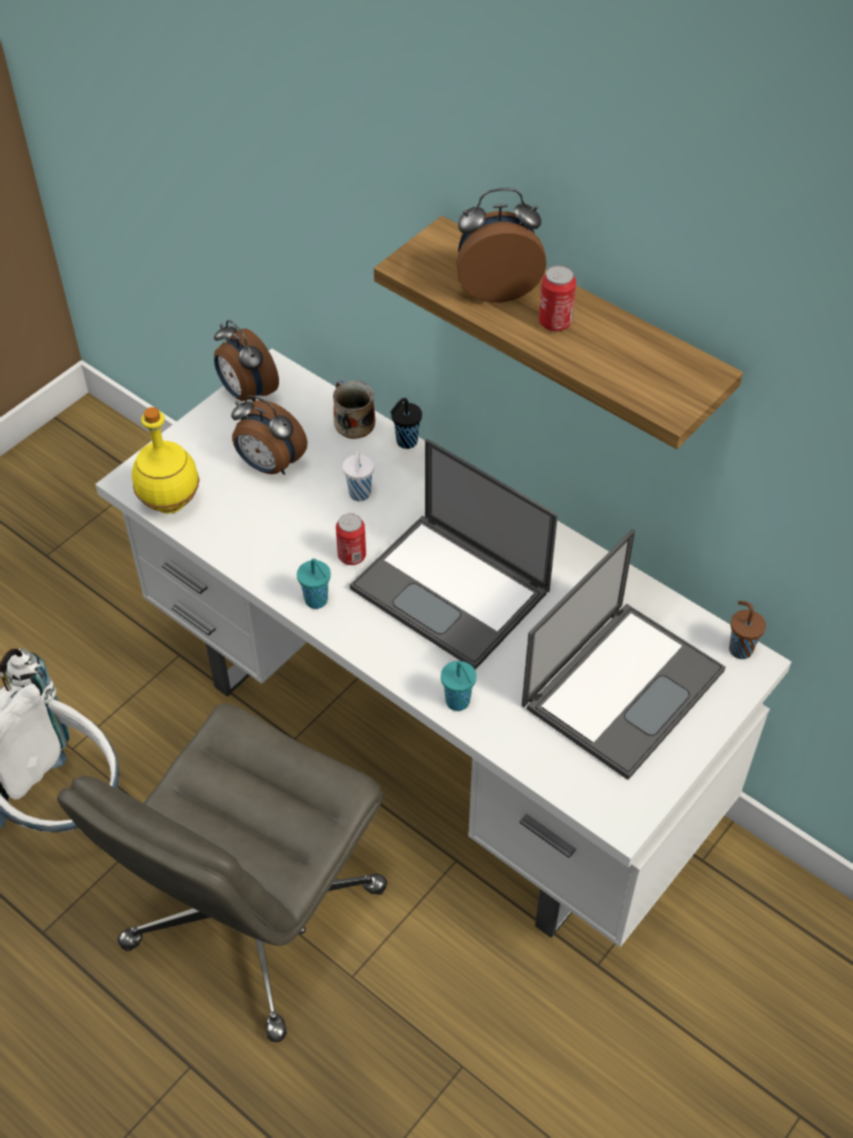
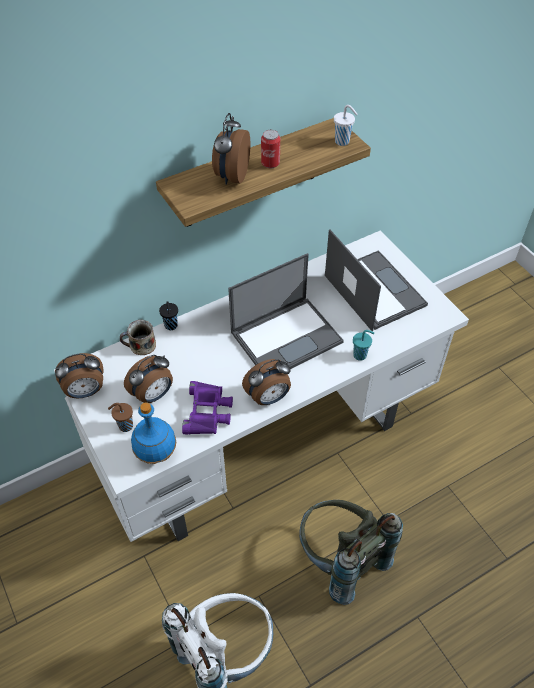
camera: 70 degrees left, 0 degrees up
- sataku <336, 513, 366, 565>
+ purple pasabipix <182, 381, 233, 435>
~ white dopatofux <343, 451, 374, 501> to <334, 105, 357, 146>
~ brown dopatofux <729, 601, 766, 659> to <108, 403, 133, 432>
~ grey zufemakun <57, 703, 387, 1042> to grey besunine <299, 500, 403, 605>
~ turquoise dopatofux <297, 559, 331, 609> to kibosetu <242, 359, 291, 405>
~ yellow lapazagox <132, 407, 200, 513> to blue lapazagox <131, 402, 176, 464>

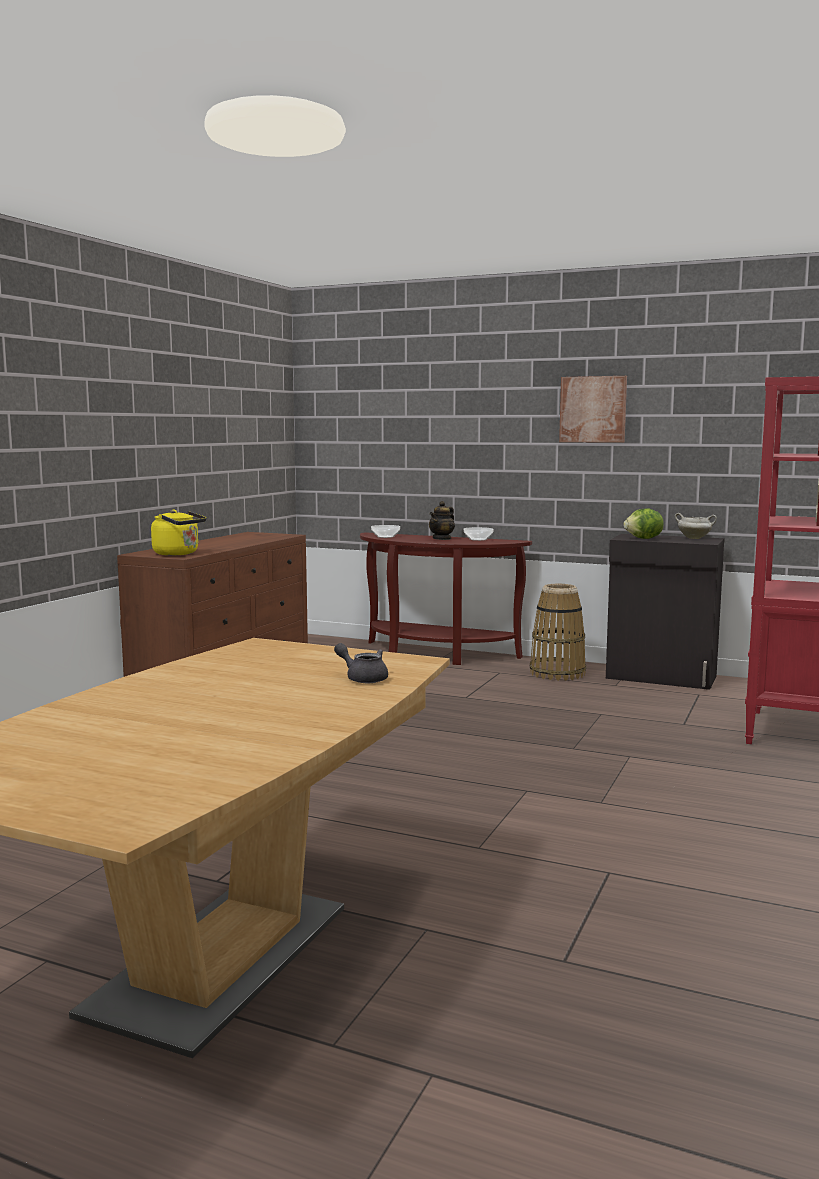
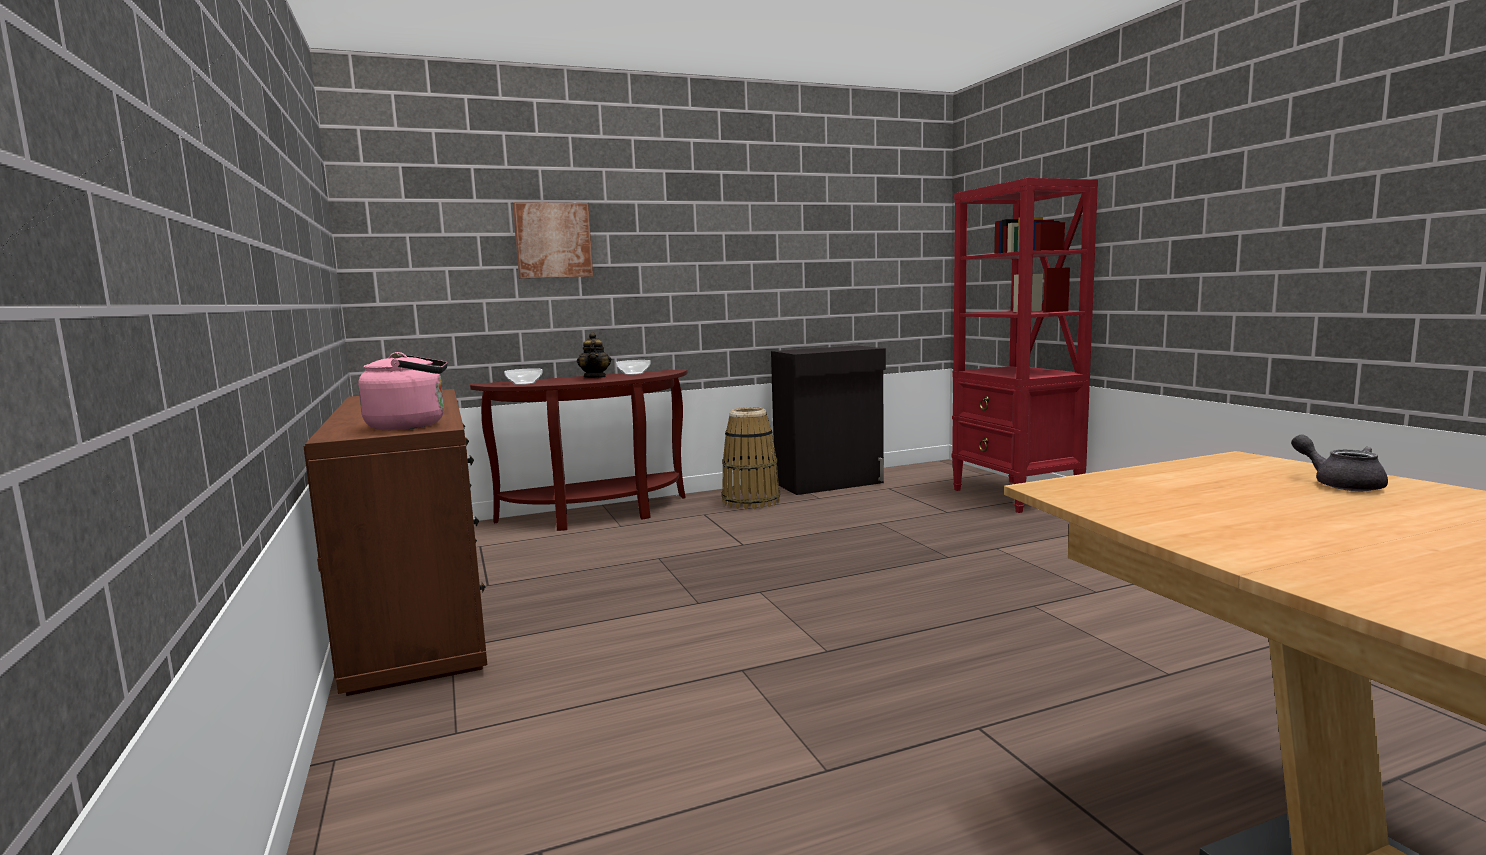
camera: 45 degrees left, 0 degrees up
- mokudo <623, 508, 664, 539>
- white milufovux <675, 513, 717, 539>
~ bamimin <559, 376, 627, 443> to <513, 202, 593, 279>
~ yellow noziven <151, 510, 206, 556> to pink noziven <358, 352, 448, 430>
~ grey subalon <334, 643, 388, 683> = <1291, 435, 1388, 491> 75 degrees clockwise

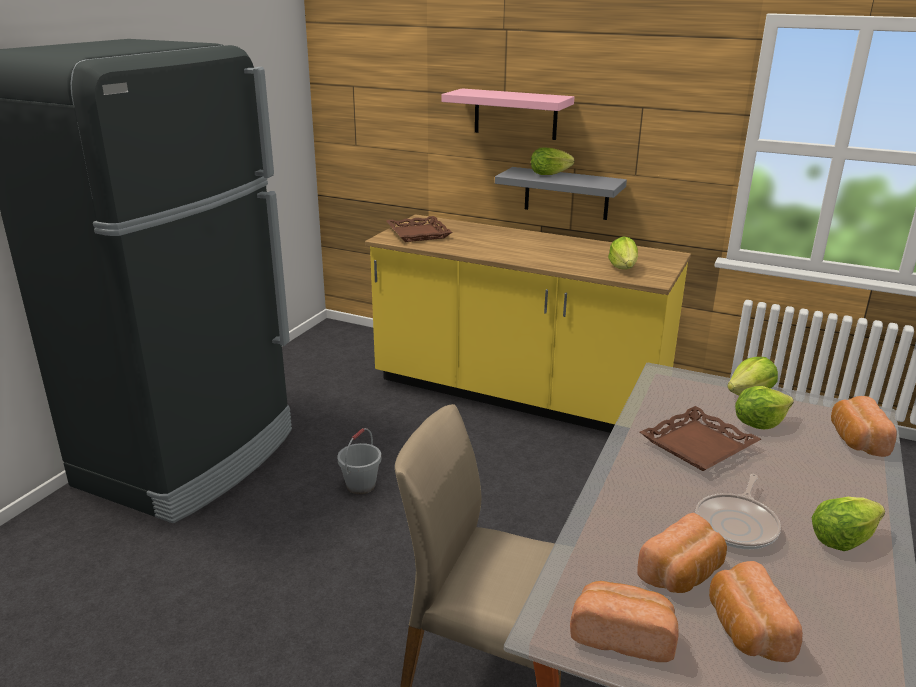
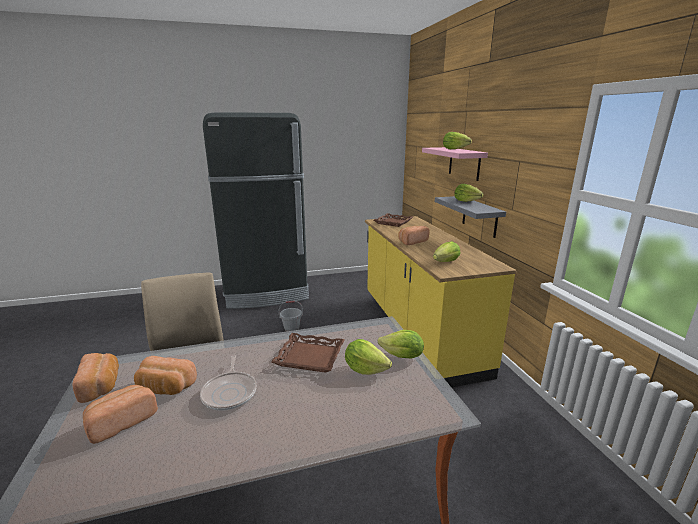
camera: 50 degrees right, 5 degrees down
~ mokudo <812, 497, 885, 551> to <443, 132, 472, 149>
~ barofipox <831, 396, 897, 457> to <398, 226, 429, 245>
~ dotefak <695, 474, 781, 549> = <200, 356, 256, 411> 90 degrees counterclockwise

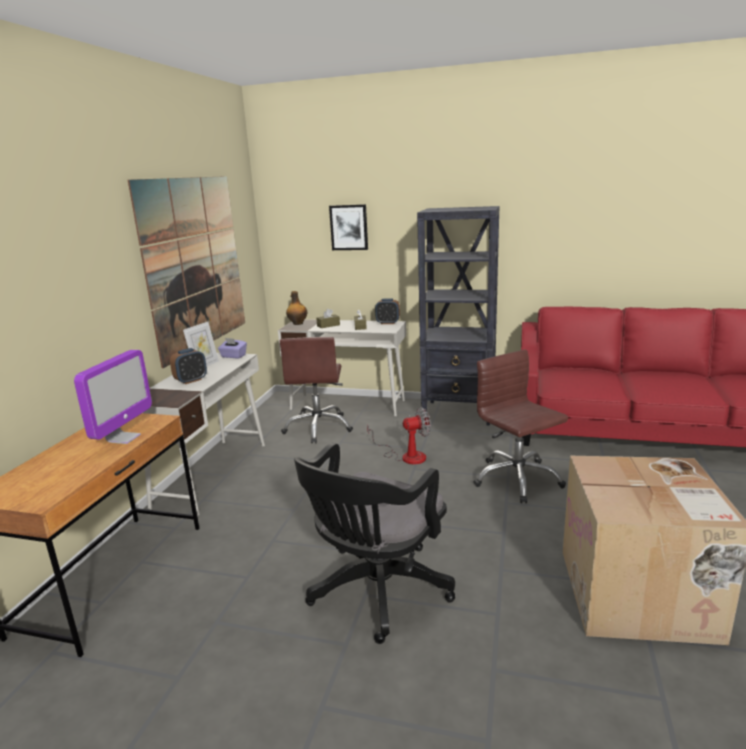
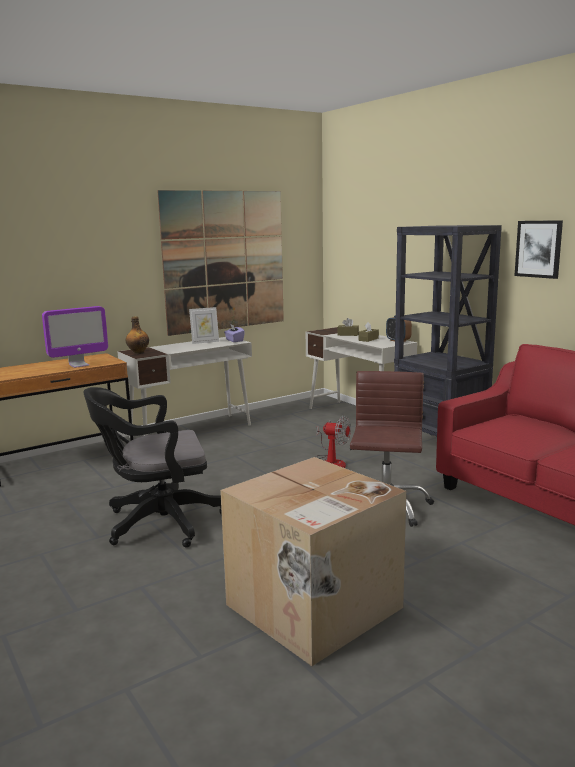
camera: 40 degrees right, 5 degrees down
- kibosetu <170, 348, 207, 384>
- brown zufemakun <280, 337, 353, 443>
~ lapazagox <286, 291, 308, 325> to <126, 316, 149, 354>
~ bamimin <329, 204, 368, 250> to <514, 220, 563, 279>

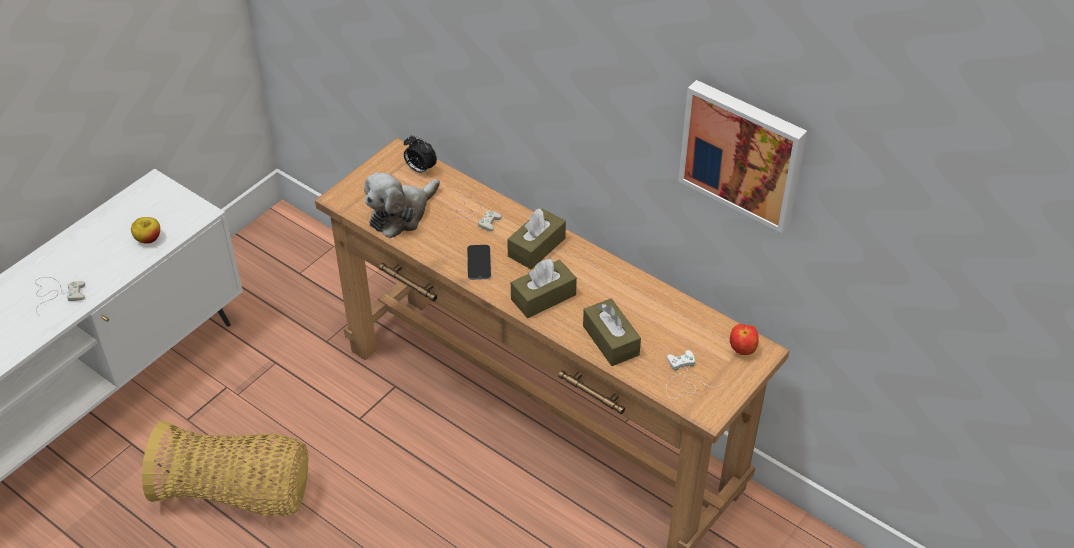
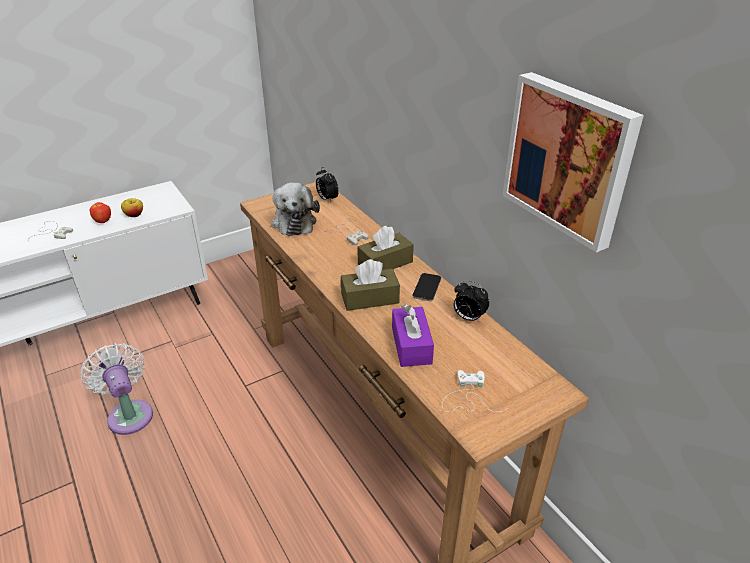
camera: 20 degrees right, 10 degrees down
+ kibosetu <454, 280, 489, 322>
~ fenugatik <467, 245, 491, 280> to <412, 273, 441, 301>
~ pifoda <730, 324, 759, 355> to <90, 202, 111, 223>
~ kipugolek <142, 420, 308, 516> to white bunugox <81, 343, 153, 435>
~ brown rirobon <583, 298, 641, 366> to purple rirobon <392, 304, 434, 367>
~ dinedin <364, 172, 440, 238> = <271, 182, 320, 236> 75 degrees counterclockwise

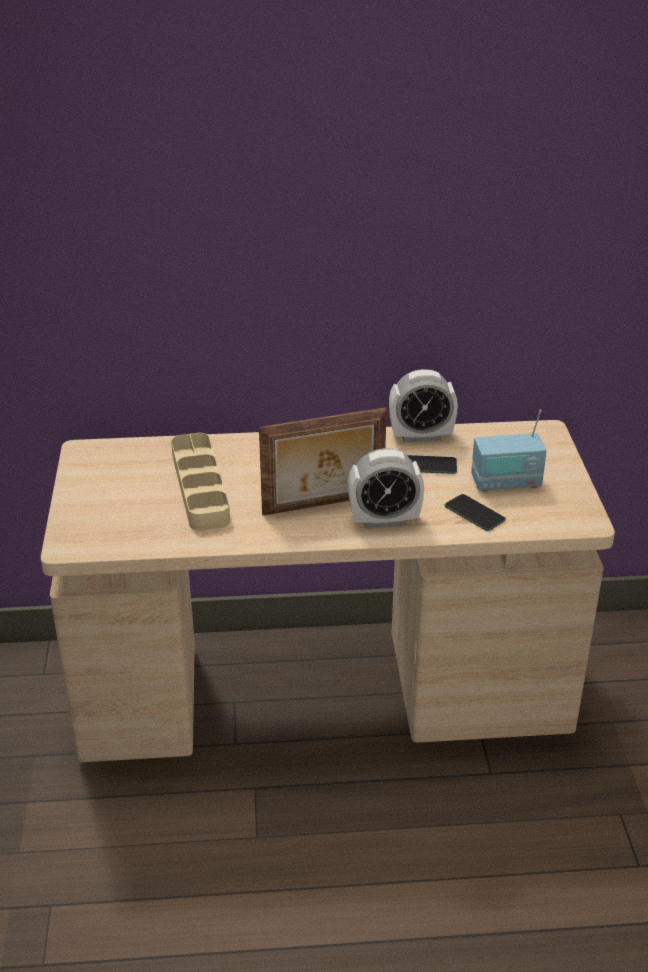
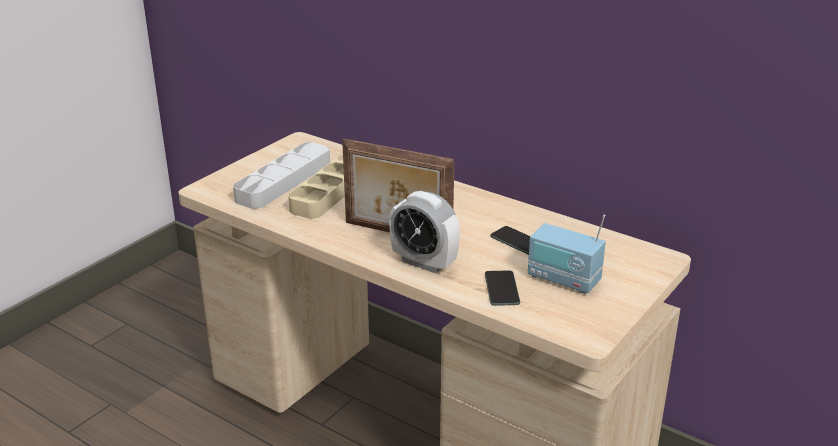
camera: 40 degrees right, 5 degrees down
- kibosetu <389, 369, 458, 442>
+ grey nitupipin <233, 142, 330, 209>

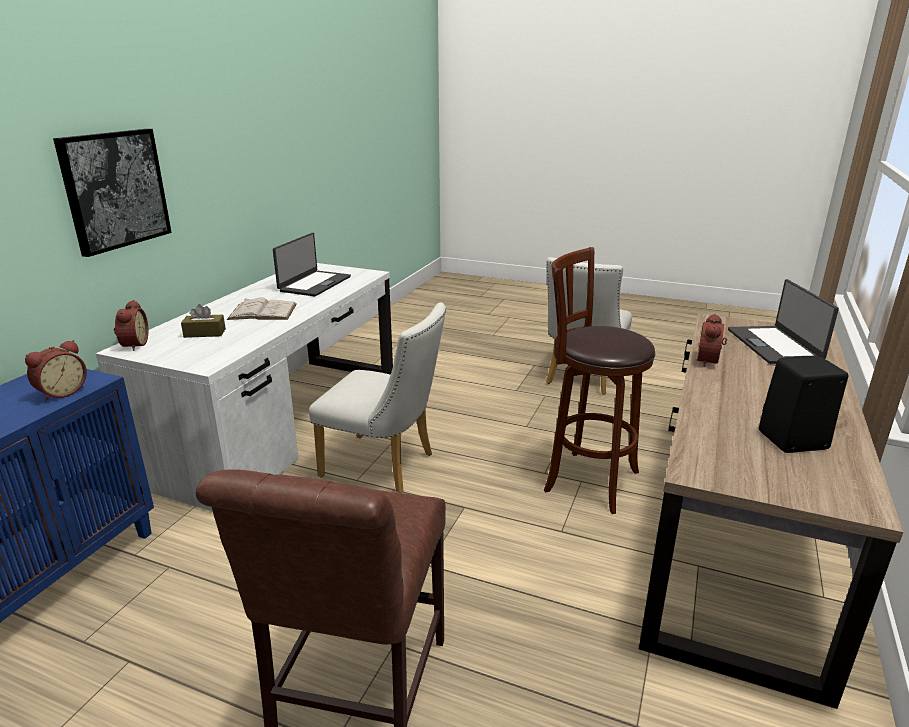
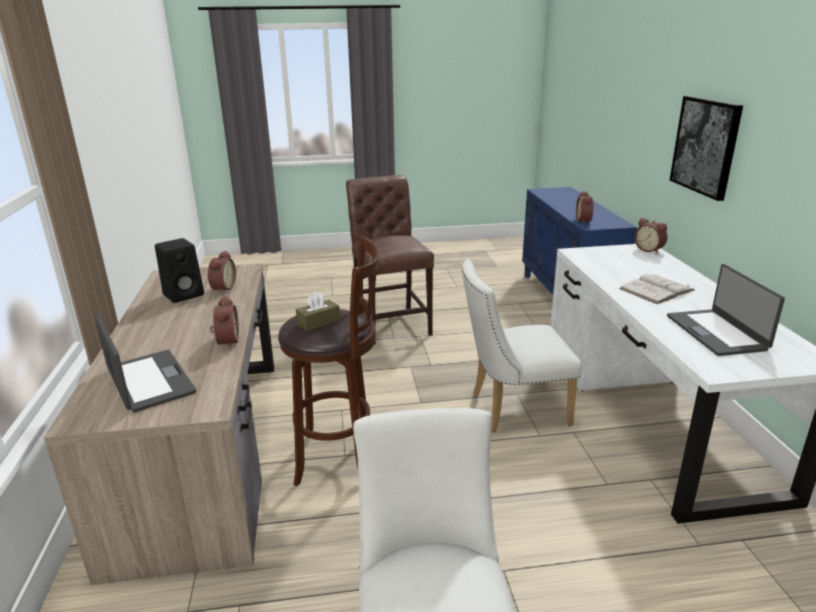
camera: 150 degrees right, 0 degrees up
+ kibosetu <207, 251, 236, 294>
~ brown rirobon <181, 304, 226, 338> to <296, 292, 340, 331>

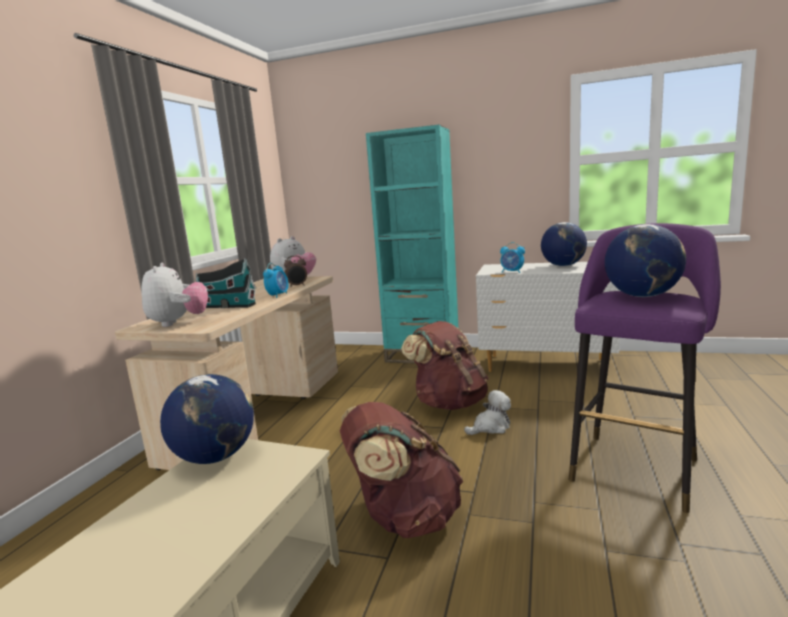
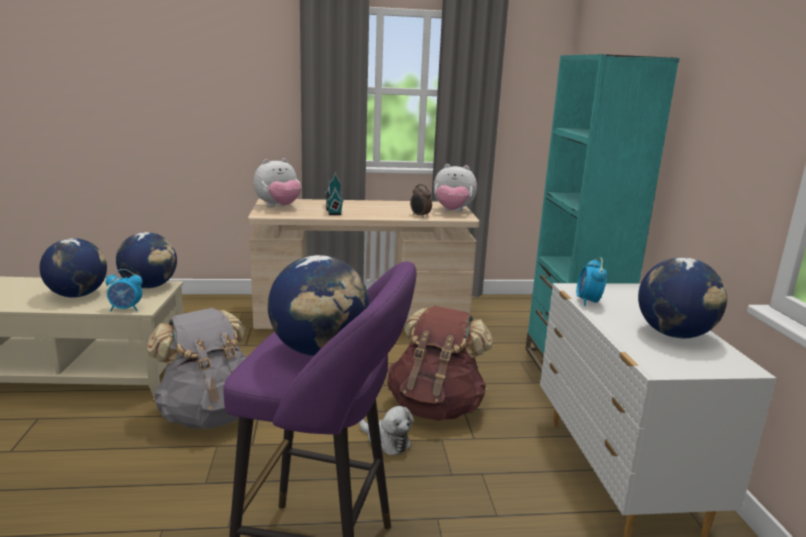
camera: 65 degrees right, 5 degrees up
+ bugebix <40, 238, 107, 298>
~ kibosetu <263, 263, 288, 298> to <106, 269, 143, 311>
~ brown besunine <340, 402, 464, 538> to grey besunine <146, 308, 247, 429>

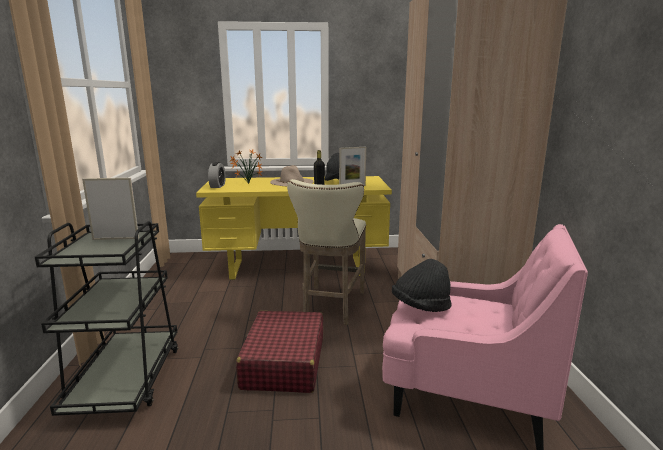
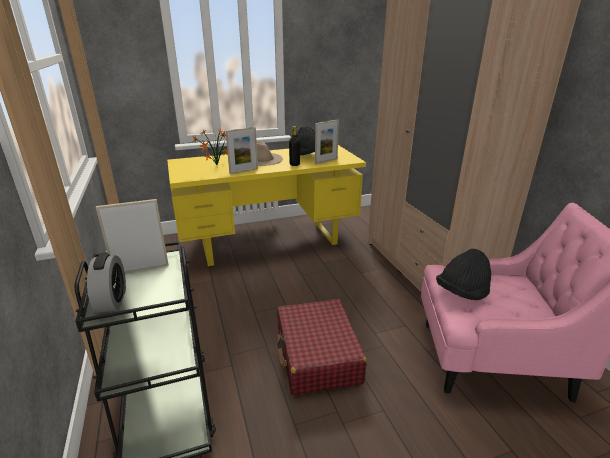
camera: 15 degrees left, 10 degrees up
- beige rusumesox <287, 179, 366, 325>
+ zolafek <226, 127, 258, 174>
~ kibosetu <208, 162, 226, 188> to <87, 254, 126, 313>

